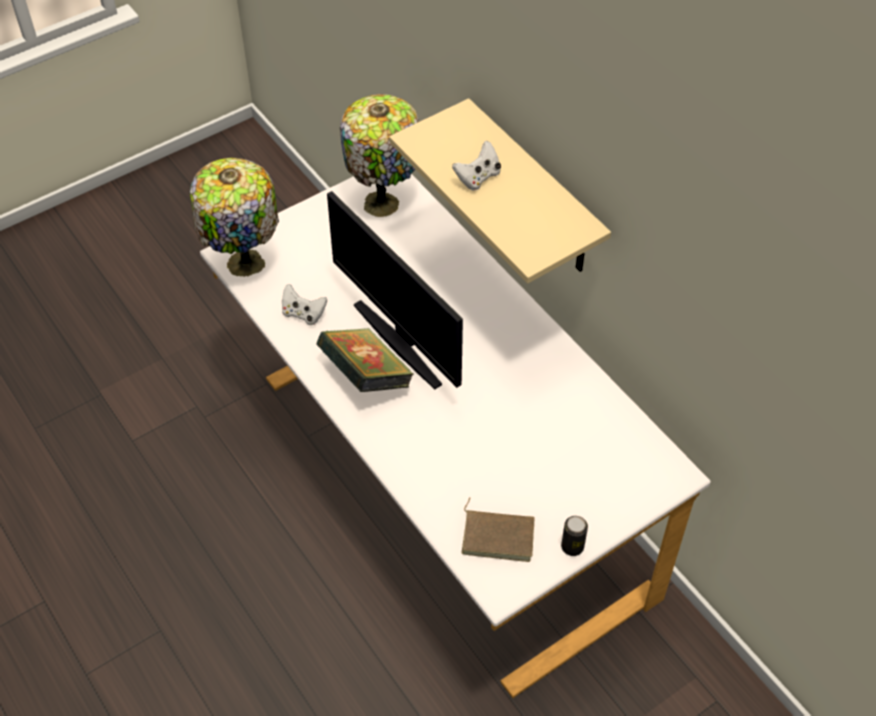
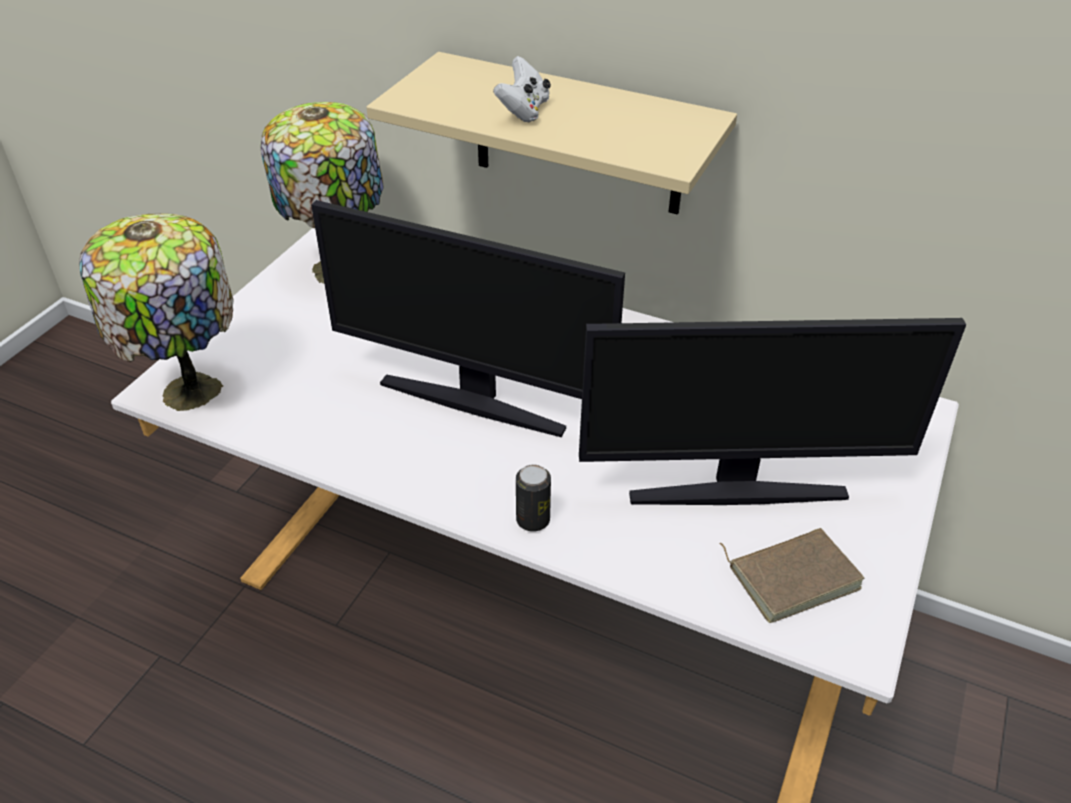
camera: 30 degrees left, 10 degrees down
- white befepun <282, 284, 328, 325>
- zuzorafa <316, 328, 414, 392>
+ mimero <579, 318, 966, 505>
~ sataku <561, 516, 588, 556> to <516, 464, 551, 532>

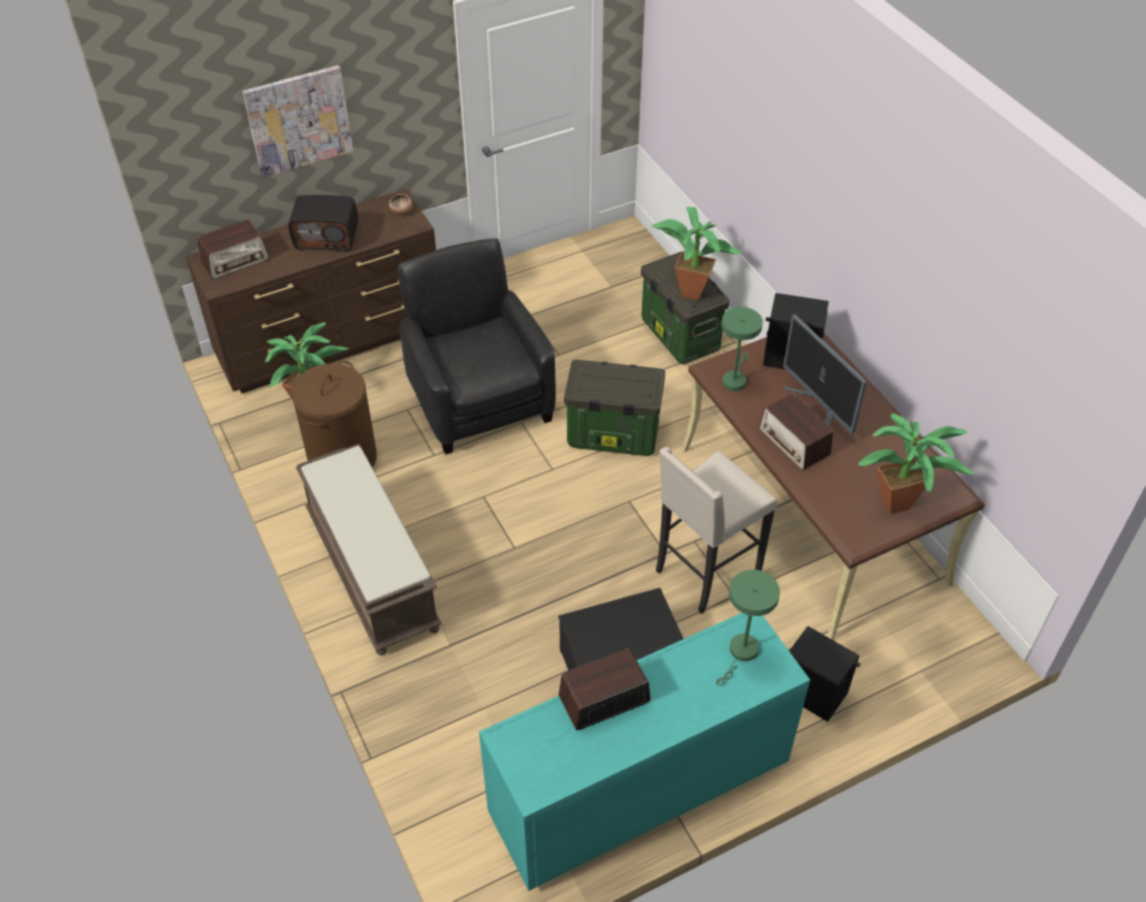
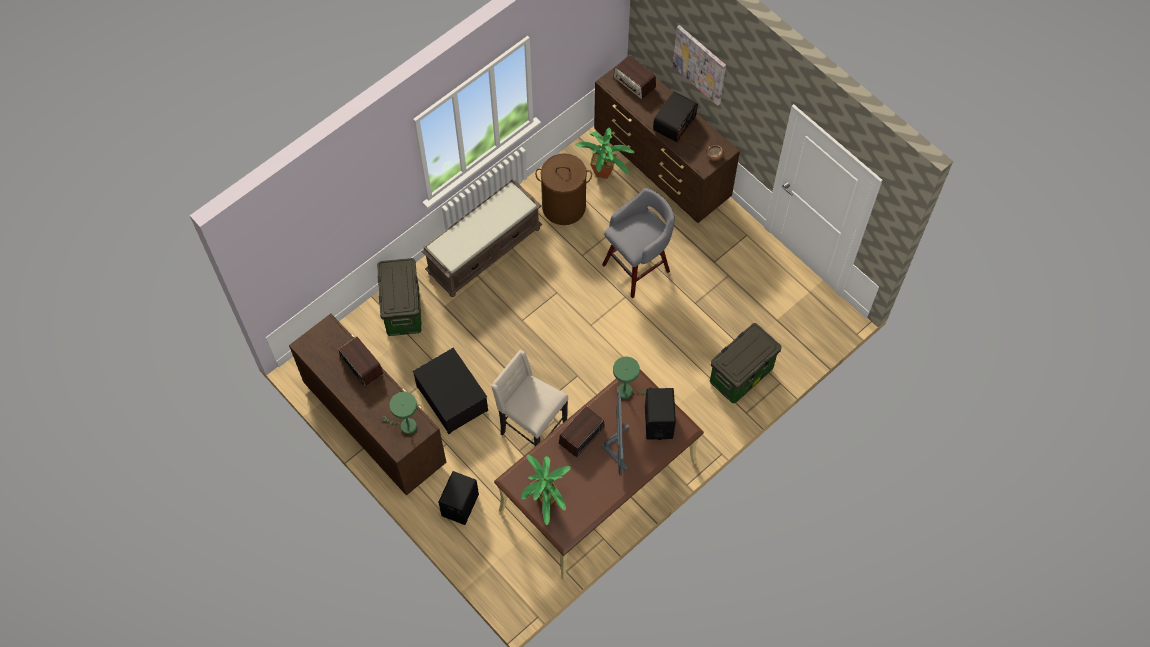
camera: 75 degrees right, 15 degrees up
- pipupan <652, 207, 742, 300>
~ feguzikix <564, 359, 665, 456> to <377, 258, 422, 336>
~ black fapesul <397, 238, 556, 455> to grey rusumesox <602, 188, 675, 298>
~ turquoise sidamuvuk <479, 613, 810, 891> to brown sidamuvuk <289, 314, 446, 496>
~ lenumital <289, 195, 358, 252> = <653, 91, 698, 142> 135 degrees counterclockwise
~ mimero <783, 314, 867, 434> = <601, 390, 630, 476> 135 degrees clockwise

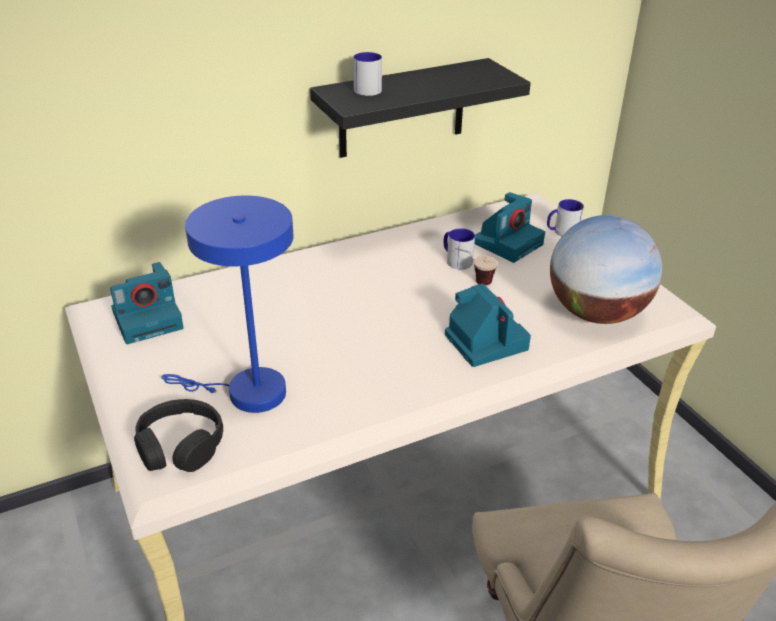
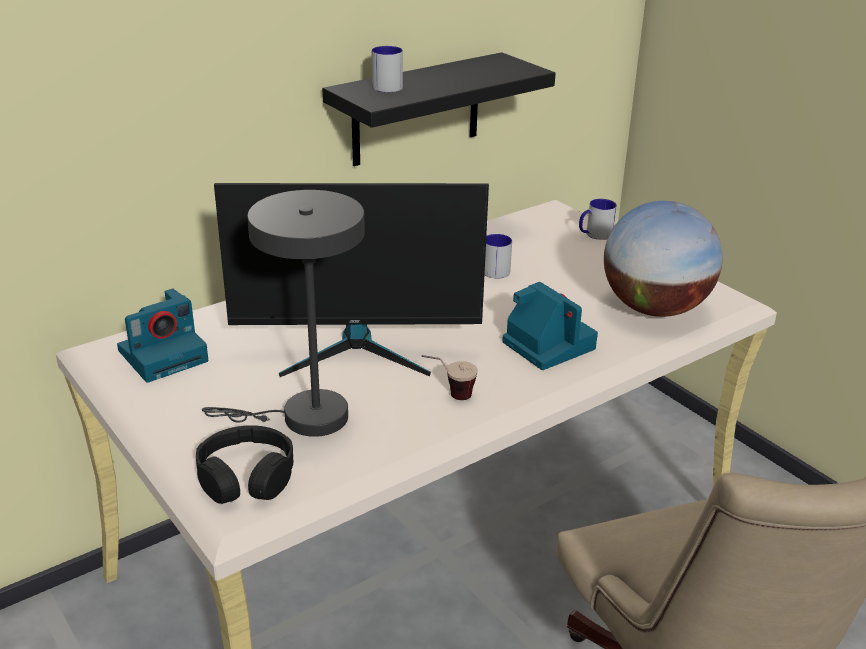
camera: 10 degrees left, 5 degrees down
- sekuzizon <475, 192, 545, 263>
+ mimero <214, 183, 489, 377>
~ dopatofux <455, 248, 498, 285> to <422, 355, 478, 400>
~ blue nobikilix <161, 195, 294, 413> to grey nobikilix <202, 190, 365, 437>

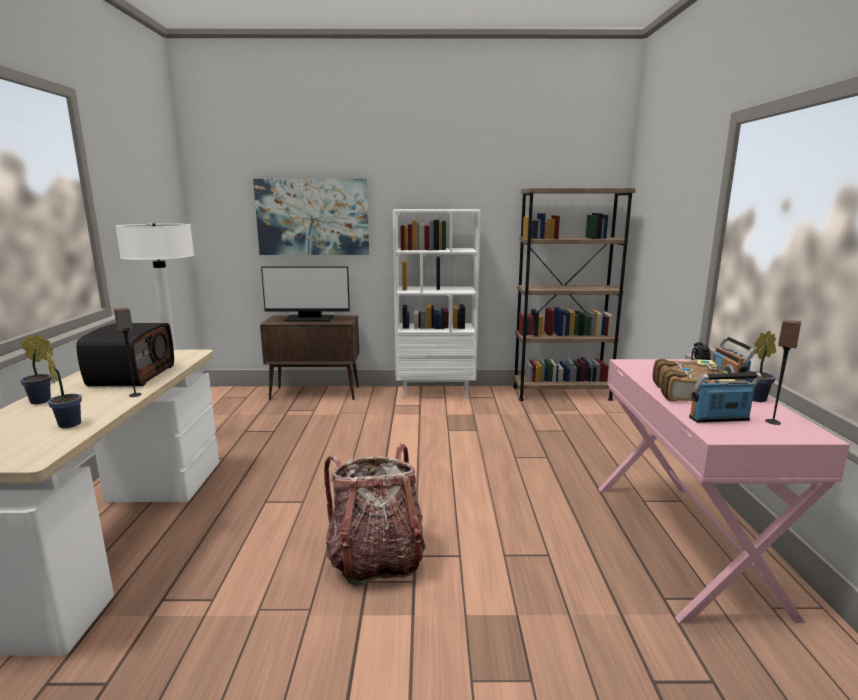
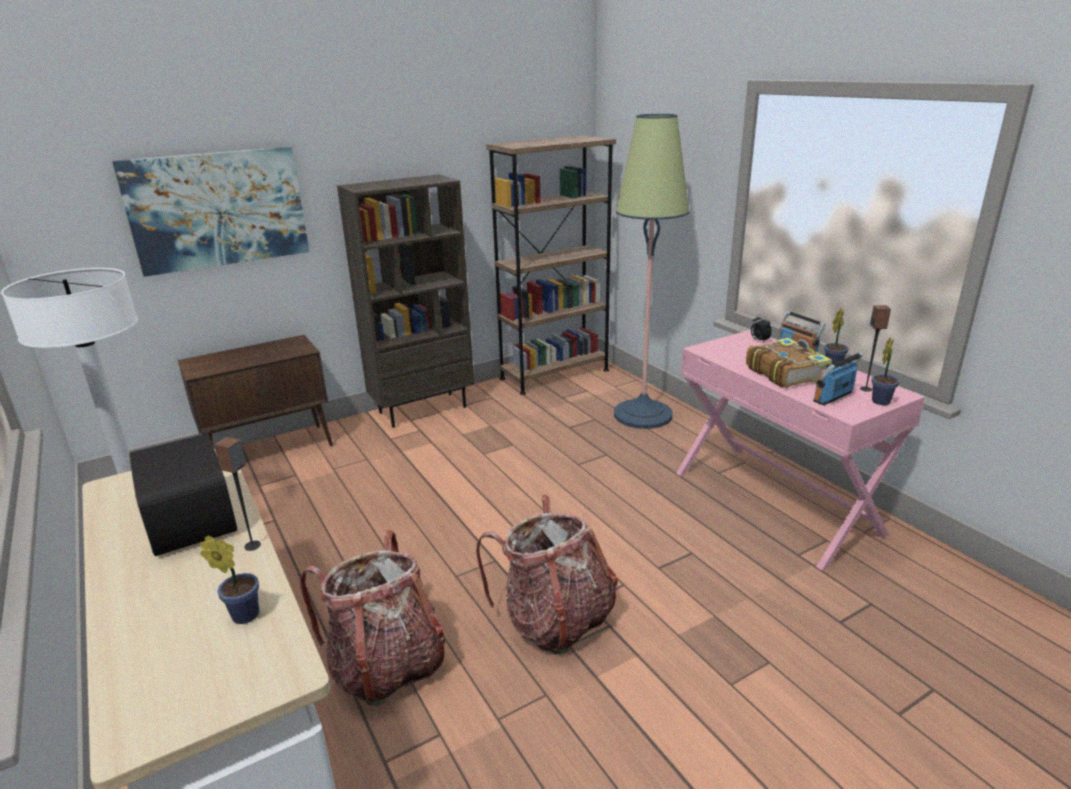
camera: 30 degrees left, 10 degrees up
- mimero <261, 266, 350, 322>
+ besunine <300, 530, 446, 706>
+ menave <614, 114, 690, 429>
~ pipupan <20, 334, 53, 404> to <872, 336, 899, 405>
~ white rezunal <393, 209, 481, 399> to brown rezunal <337, 175, 474, 428>

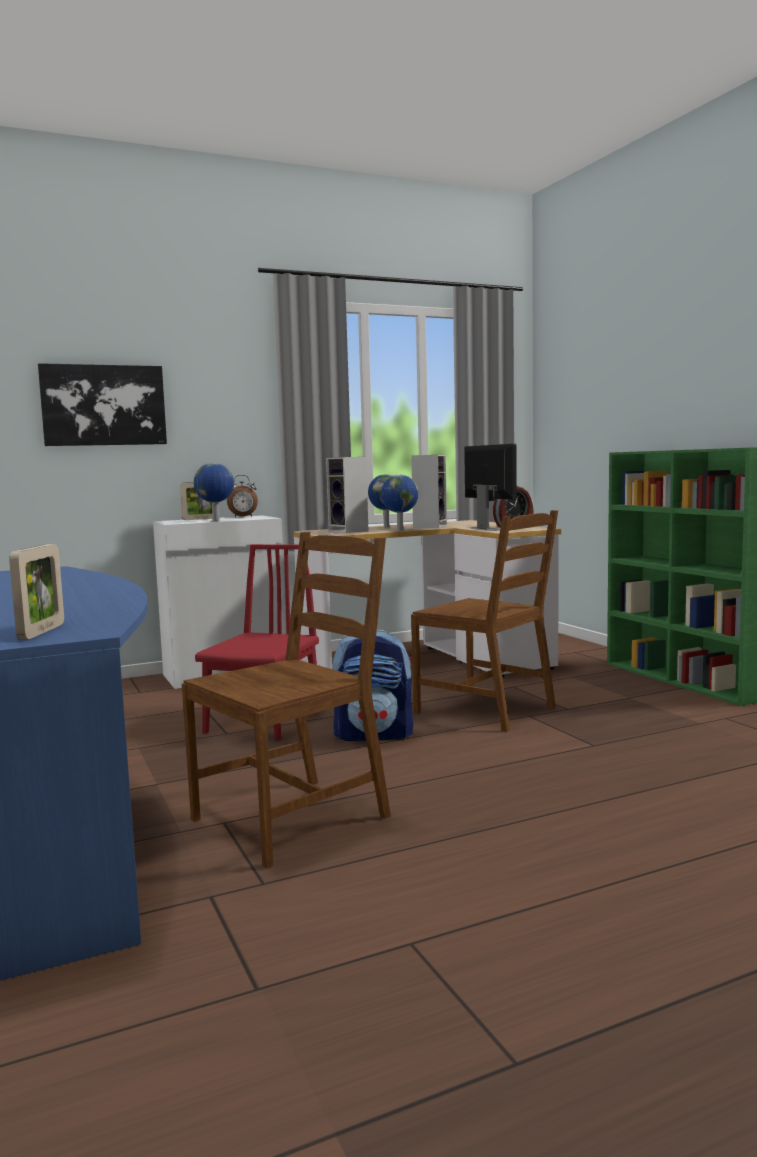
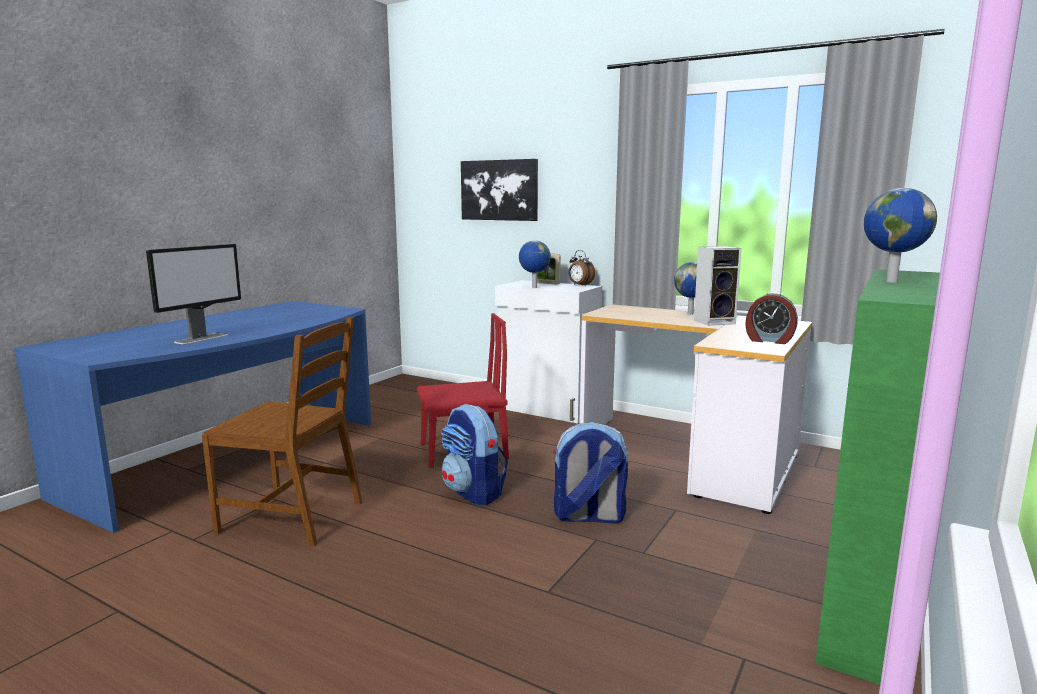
camera: 55 degrees right, 5 degrees up
- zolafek <9, 544, 64, 639>
- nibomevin <326, 457, 368, 533>
~ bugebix <381, 475, 419, 531> to <864, 188, 937, 282>
~ mimero <464, 444, 517, 531> to <146, 244, 241, 344>
~ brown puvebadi <411, 510, 558, 732> to besunine <553, 422, 628, 524>

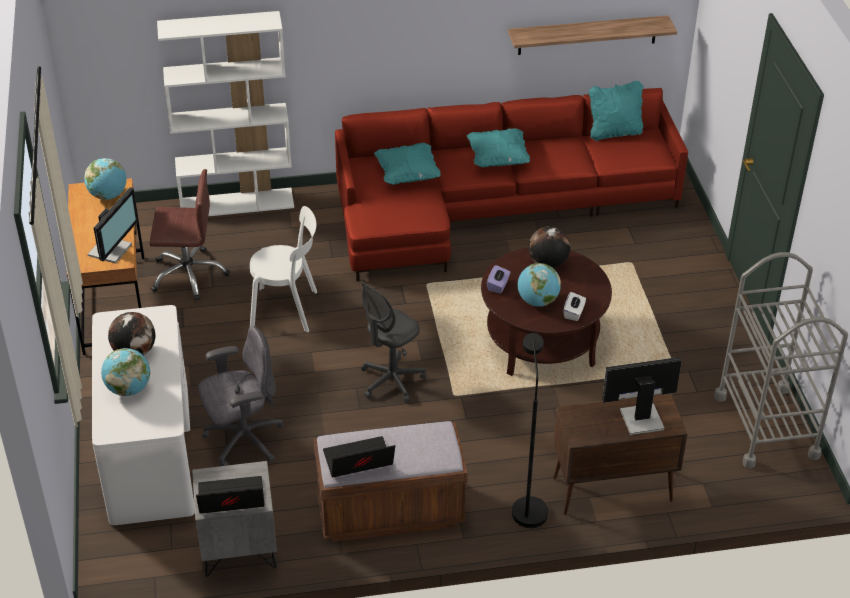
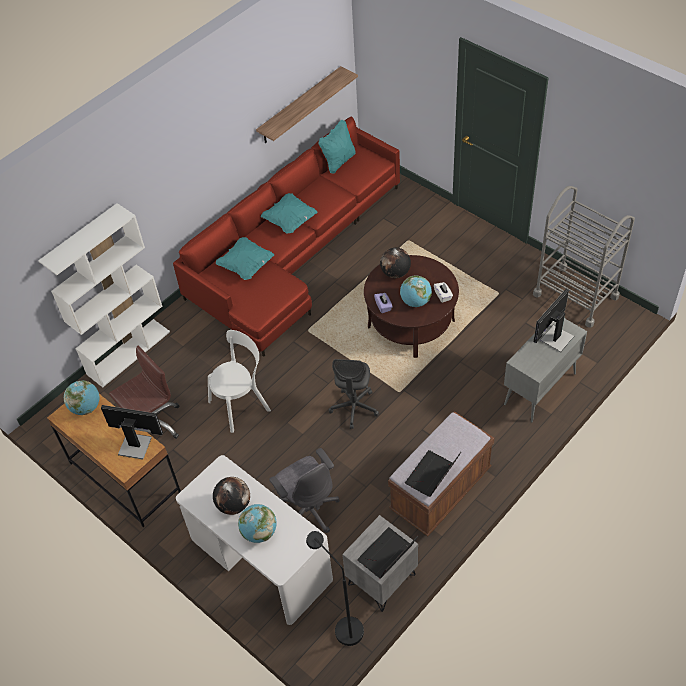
camera: 35 degrees left, 10 degrees up
~ black menave <512, 333, 548, 528> to <306, 531, 364, 646>
~ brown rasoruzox <553, 394, 688, 515> to grey rasoruzox <504, 318, 587, 422>
~ mimero <88, 187, 139, 264> = <101, 405, 163, 460> 60 degrees counterclockwise
~ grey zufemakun <198, 326, 283, 466> = <269, 448, 340, 533> 120 degrees clockwise

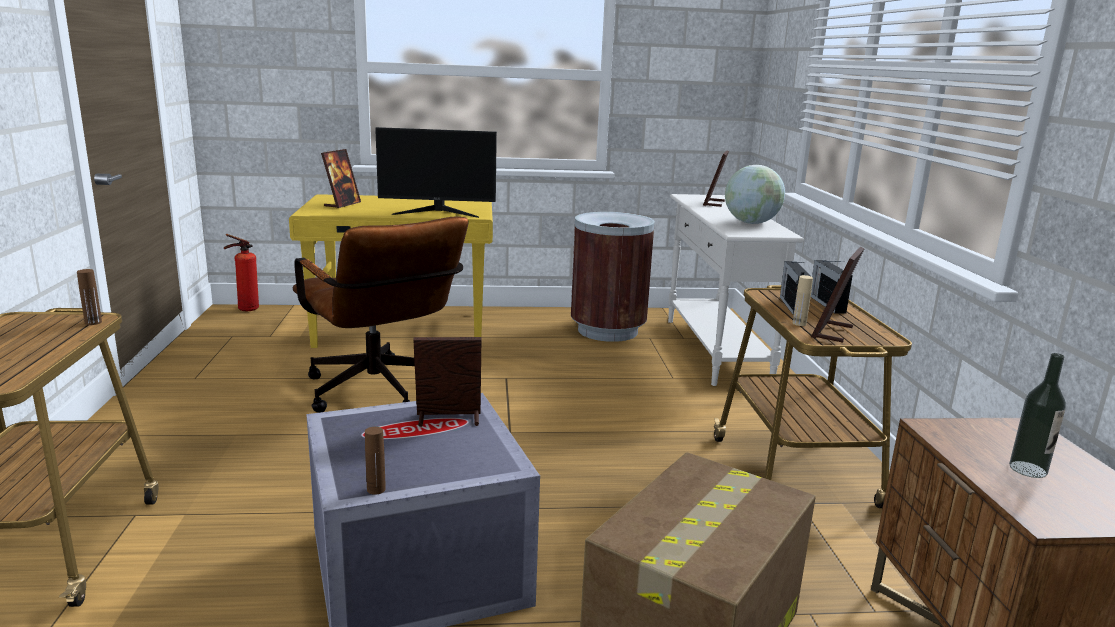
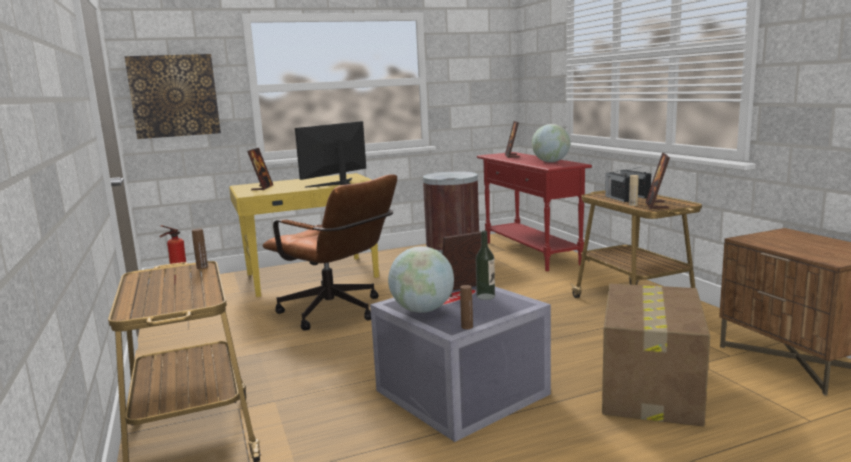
camera: 15 degrees left, 5 degrees down
+ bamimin <124, 54, 221, 139>
+ bugebix <388, 246, 454, 313>
~ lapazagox <1009, 353, 1066, 478> to <476, 231, 495, 300>
~ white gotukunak <668, 194, 804, 386> to red gotukunak <477, 152, 592, 271>
~ mimero <375, 127, 497, 218> = <295, 121, 366, 188> 150 degrees clockwise

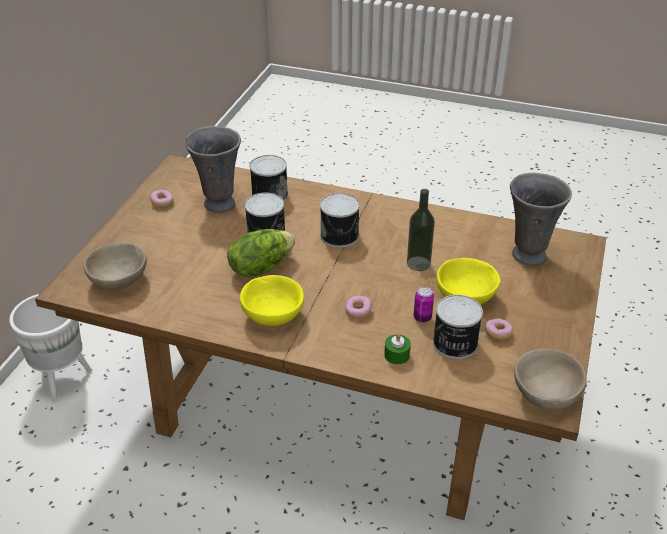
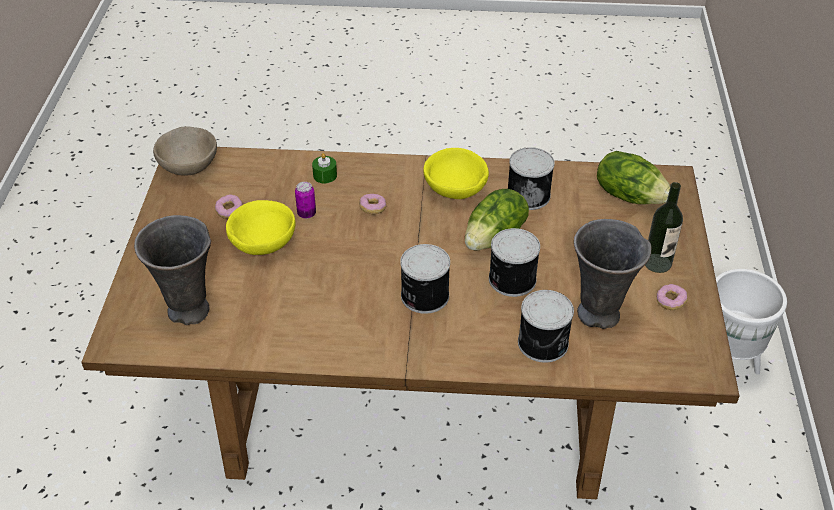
camera: 165 degrees right, 5 degrees up
~ lapazagox <407, 189, 435, 271> to <645, 182, 683, 273>
~ sataku <433, 295, 483, 359> to <508, 147, 555, 210>
~ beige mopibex <84, 243, 147, 290> to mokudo <597, 151, 670, 204>

